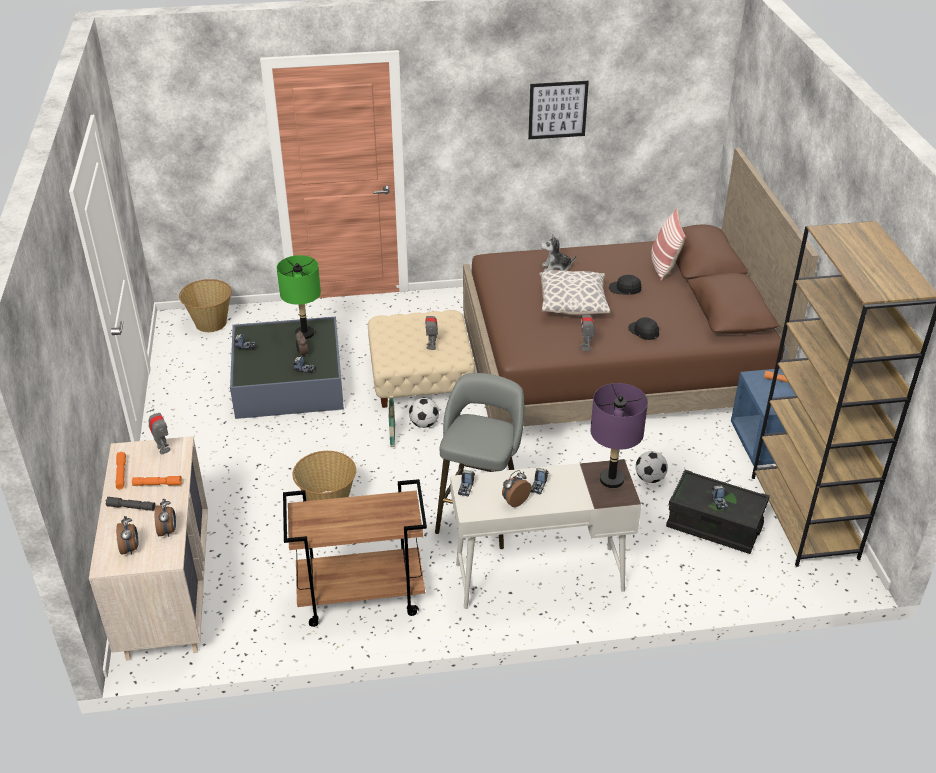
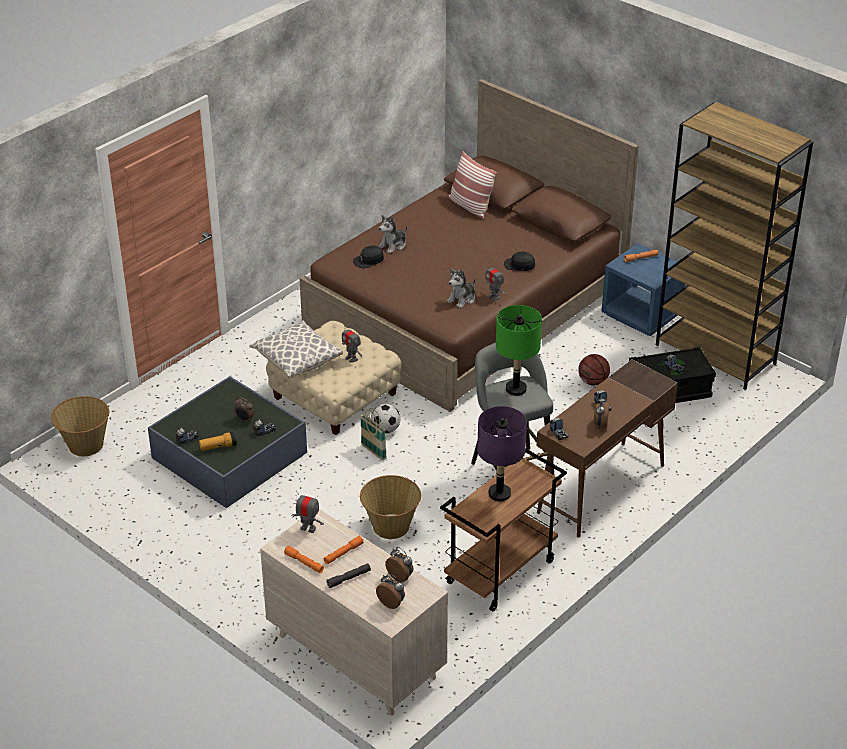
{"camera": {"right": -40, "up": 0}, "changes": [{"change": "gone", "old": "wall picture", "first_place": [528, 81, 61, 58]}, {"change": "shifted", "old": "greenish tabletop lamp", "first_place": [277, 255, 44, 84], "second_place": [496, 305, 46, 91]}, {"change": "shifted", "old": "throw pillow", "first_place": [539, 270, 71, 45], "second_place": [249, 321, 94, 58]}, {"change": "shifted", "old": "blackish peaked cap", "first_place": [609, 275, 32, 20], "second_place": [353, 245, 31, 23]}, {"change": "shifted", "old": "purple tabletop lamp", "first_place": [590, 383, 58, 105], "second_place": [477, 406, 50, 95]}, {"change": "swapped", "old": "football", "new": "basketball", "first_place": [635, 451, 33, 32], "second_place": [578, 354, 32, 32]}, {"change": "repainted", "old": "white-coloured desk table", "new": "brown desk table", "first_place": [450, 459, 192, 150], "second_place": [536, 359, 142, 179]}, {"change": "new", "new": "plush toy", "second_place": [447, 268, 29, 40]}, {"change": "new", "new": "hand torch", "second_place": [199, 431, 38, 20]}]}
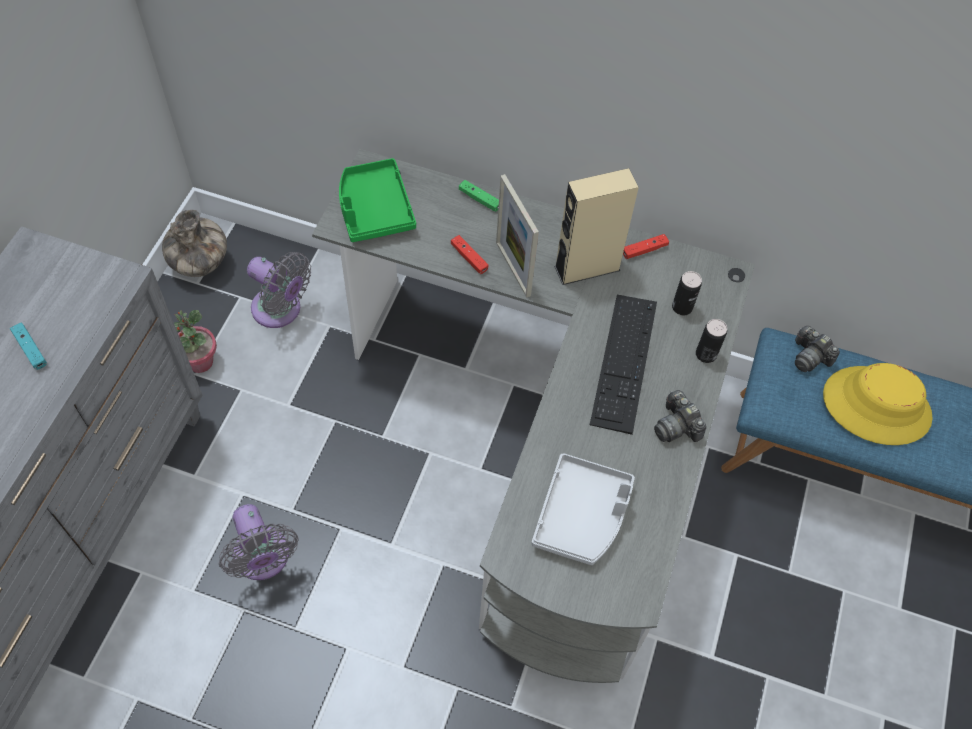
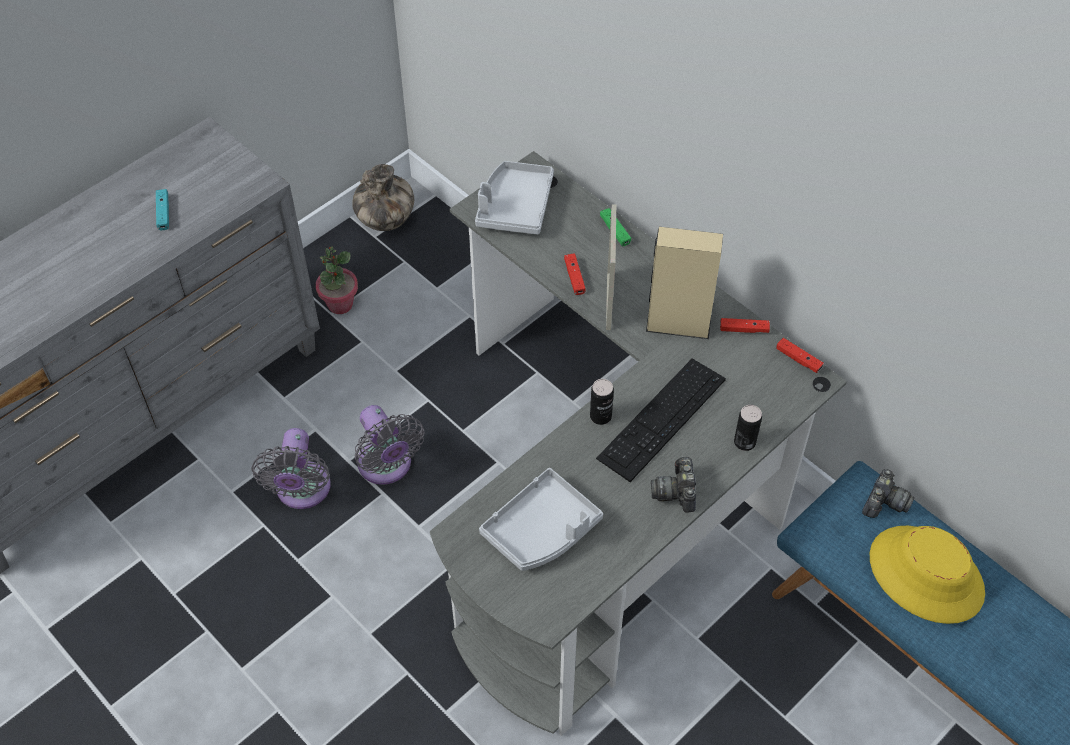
{"camera": {"right": 30, "up": -5}, "changes": [{"change": "repainted", "old": "greenish carrying tray", "new": "grey carrying tray", "first_place": [339, 158, 77, 84], "second_place": [475, 161, 79, 74]}, {"change": "shifted", "old": "grey electric fan", "first_place": [247, 252, 64, 76], "second_place": [355, 405, 70, 80]}, {"change": "shifted", "old": "sealed can", "first_place": [672, 271, 30, 44], "second_place": [590, 379, 24, 46]}, {"change": "rotated", "old": "still camera", "first_place": [795, 326, 45, 46], "second_place": [862, 469, 52, 49], "degrees": -135}, {"change": "new", "new": "red gamepad", "second_place": [776, 338, 48, 35]}]}
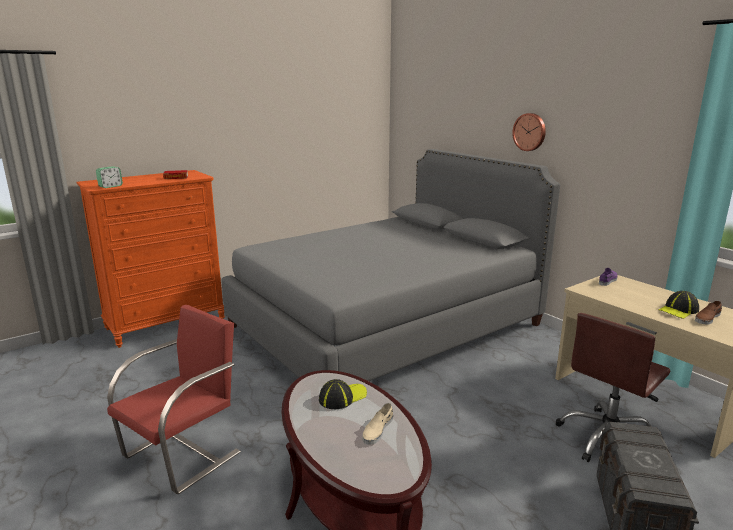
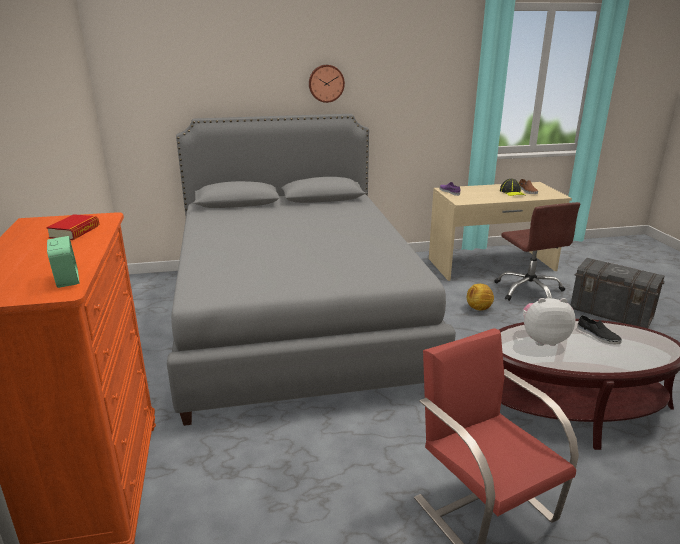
{"camera": {"right": -65, "up": 5}, "changes": [{"change": "swapped", "old": "peaked cap", "new": "plush toy", "first_place": [319, 379, 48, 30], "second_place": [523, 298, 53, 48]}, {"change": "repainted", "old": "beige item of footwear", "new": "blackish item of footwear", "first_place": [362, 403, 31, 42], "second_place": [577, 315, 45, 29]}, {"change": "new", "new": "football", "second_place": [467, 284, 27, 26]}]}
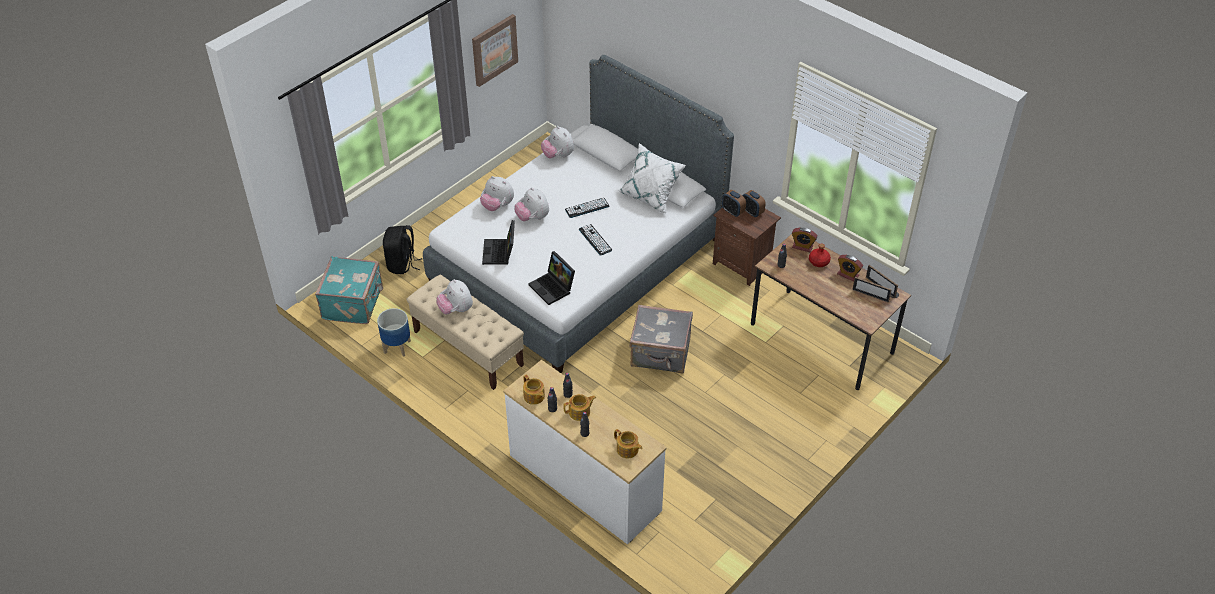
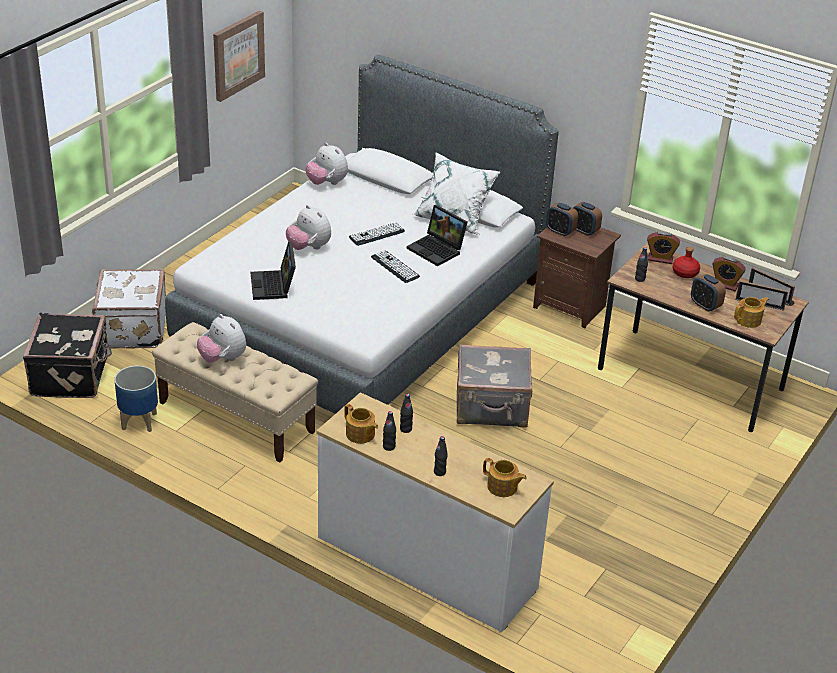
{"camera": {"right": -10, "up": -10}, "changes": [{"change": "gone", "old": "plush toy", "first_place": [480, 176, 34, 35]}, {"change": "swapped", "old": "blackish rucksack", "new": "white-coloured piece of luggage", "first_place": [383, 225, 39, 49], "second_place": [92, 269, 74, 80]}, {"change": "shifted", "old": "notebook computer", "first_place": [528, 251, 47, 54], "second_place": [407, 205, 61, 61]}, {"change": "repainted", "old": "turquoise piece of luggage", "new": "blackish piece of luggage", "first_place": [315, 256, 68, 68], "second_place": [23, 313, 89, 85]}, {"change": "shifted", "old": "teapot", "first_place": [563, 394, 33, 27], "second_place": [734, 297, 35, 31]}, {"change": "new", "new": "table clock", "second_place": [691, 274, 35, 38]}]}
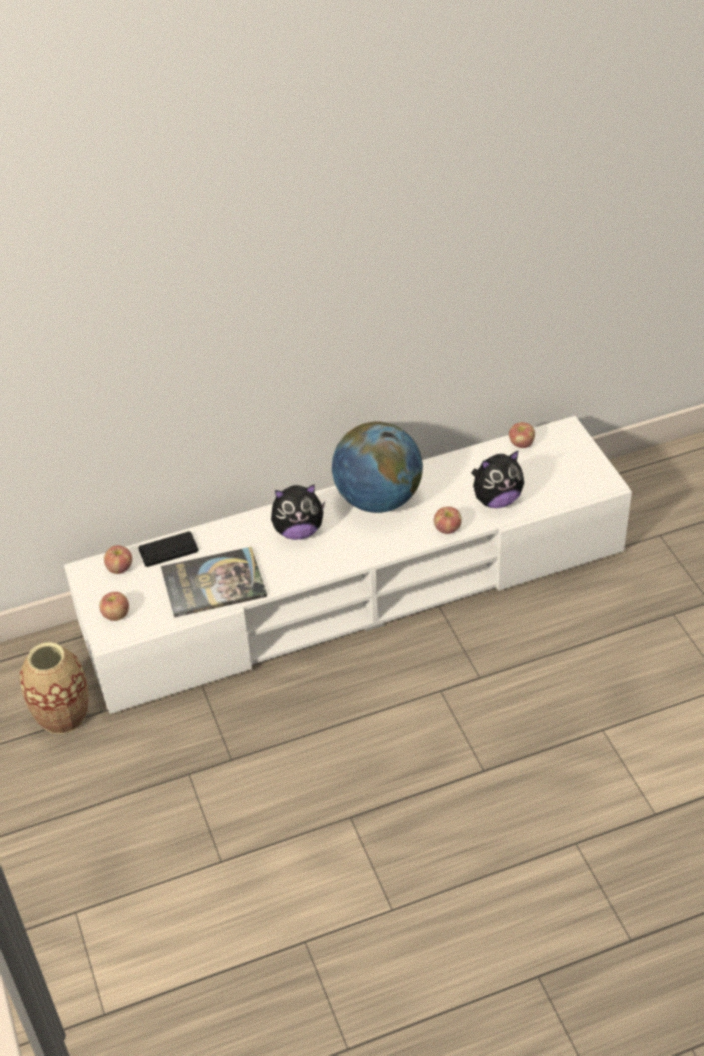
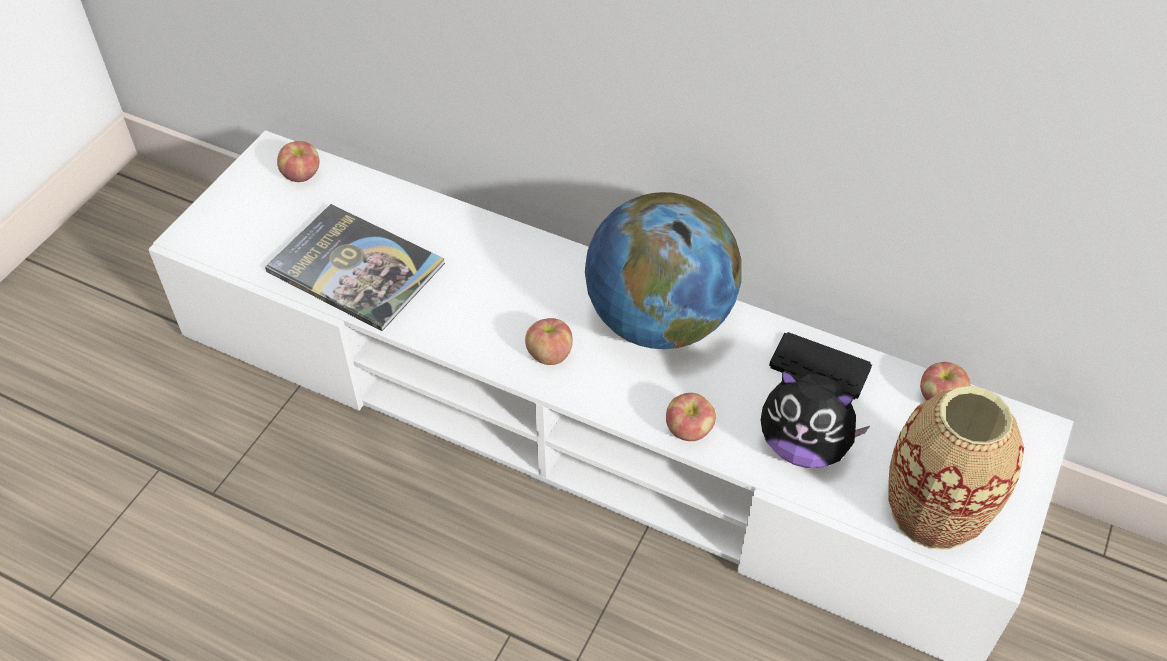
{"camera": {"right": 45, "up": 5}, "changes": [{"change": "gone", "old": "plush toy", "first_place": [271, 484, 54, 56]}, {"change": "shifted", "old": "blackish gamepad", "first_place": [138, 531, 60, 36], "second_place": [769, 332, 103, 68]}, {"change": "shifted", "old": "whole apple", "first_place": [99, 592, 30, 29], "second_place": [525, 318, 48, 47]}, {"change": "shifted", "old": "vase", "first_place": [20, 642, 69, 92], "second_place": [888, 386, 136, 164]}]}
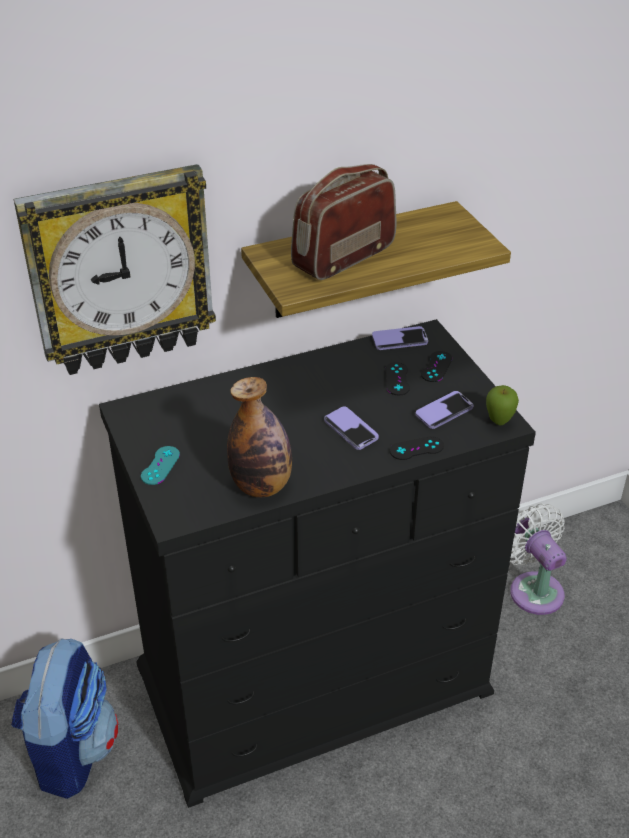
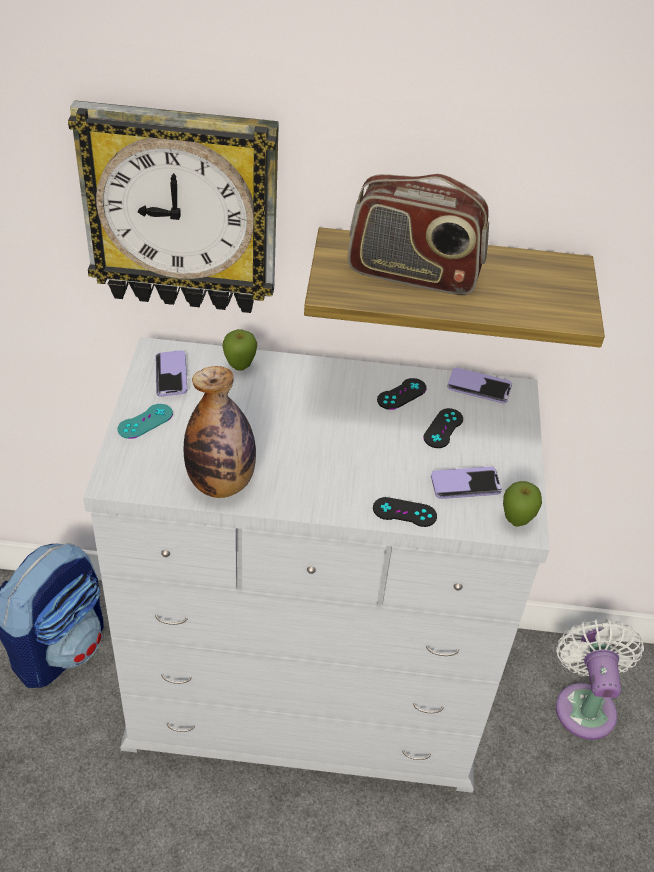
{"camera": {"right": 25, "up": 5}, "changes": [{"change": "rotated", "old": "radio", "first_place": [291, 164, 106, 116], "second_place": [348, 174, 141, 121], "degrees": -150}, {"change": "repainted", "old": "blackish drawer chest", "new": "white-coloured drawer chest", "first_place": [99, 319, 437, 489], "second_place": [83, 337, 466, 456]}, {"change": "shifted", "old": "blackish gamepad", "first_place": [421, 351, 31, 31], "second_place": [377, 378, 50, 32]}, {"change": "shifted", "old": "phone", "first_place": [324, 406, 55, 44], "second_place": [156, 350, 31, 47]}, {"change": "new", "new": "whole apple", "second_place": [223, 329, 34, 42]}]}
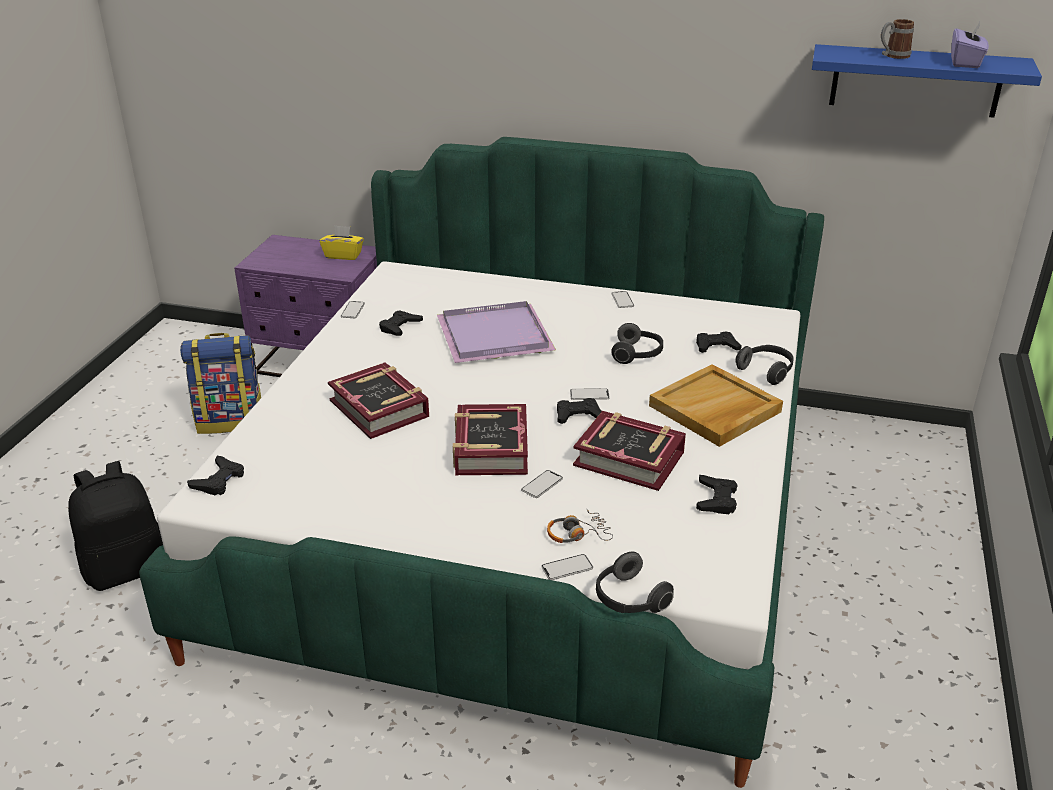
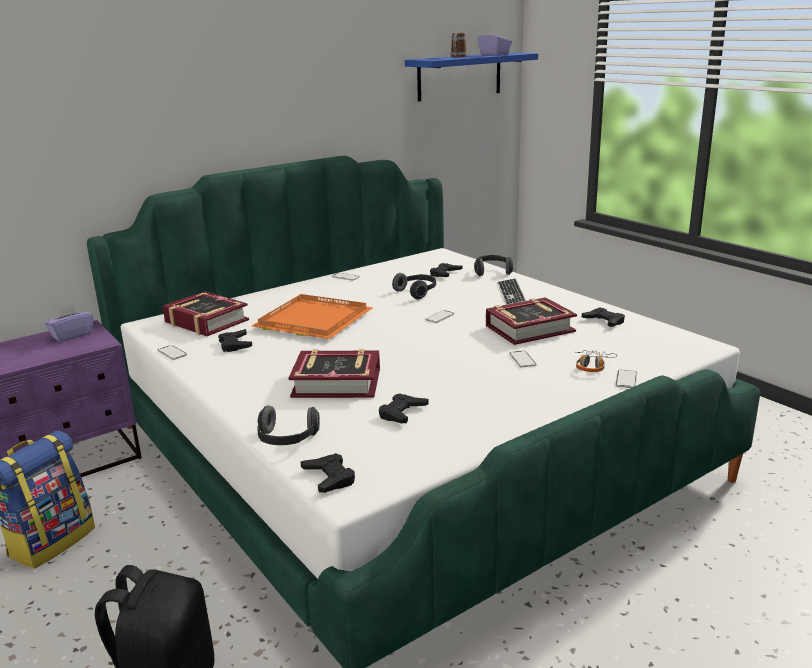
{"camera": {"right": -50, "up": -10}, "changes": [{"change": "repainted", "old": "yellow tissue holder", "new": "purple tissue holder", "first_place": [320, 225, 44, 35], "second_place": [45, 303, 48, 39]}, {"change": "repainted", "old": "purple carrying tray", "new": "orange carrying tray", "first_place": [437, 301, 119, 62], "second_place": [252, 294, 121, 45]}, {"change": "swapped", "old": "beige carrying tray", "new": "computer keyboard", "first_place": [649, 364, 134, 83], "second_place": [497, 278, 30, 27]}, {"change": "shifted", "old": "blackish gamepad", "first_place": [557, 398, 45, 26], "second_place": [379, 393, 50, 30]}, {"change": "shifted", "old": "volume", "first_place": [453, 404, 75, 71], "second_place": [163, 291, 86, 45]}, {"change": "shifted", "old": "headset", "first_place": [596, 552, 78, 61], "second_place": [257, 405, 63, 40]}]}
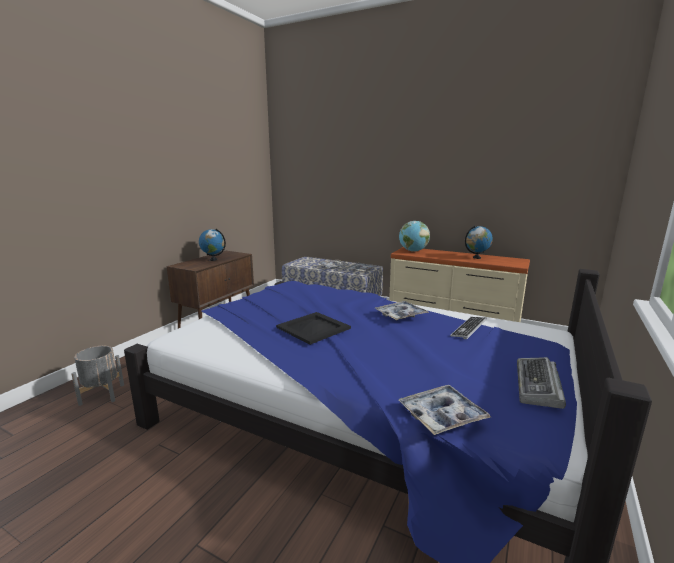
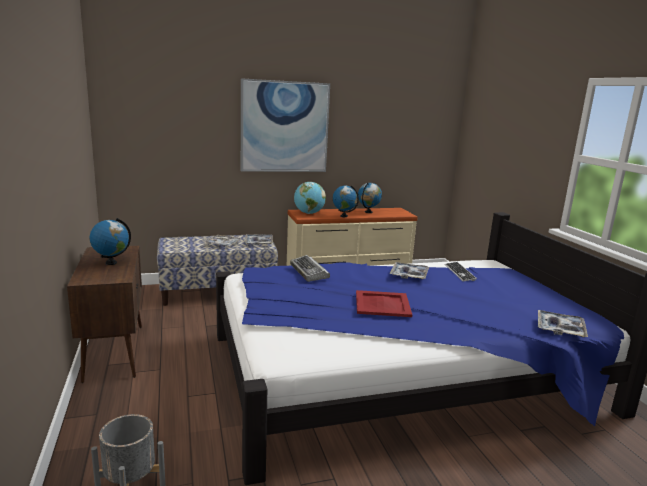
{"camera": {"right": -45, "up": 0}, "changes": [{"change": "repainted", "old": "blackish carrying tray", "new": "red carrying tray", "first_place": [276, 312, 75, 33], "second_place": [356, 290, 56, 27]}, {"change": "shifted", "old": "computer keyboard", "first_place": [517, 357, 49, 52], "second_place": [290, 255, 40, 27]}, {"change": "new", "new": "wall picture", "second_place": [241, 78, 89, 94]}, {"change": "new", "new": "desk globe", "second_place": [333, 185, 26, 32]}]}
